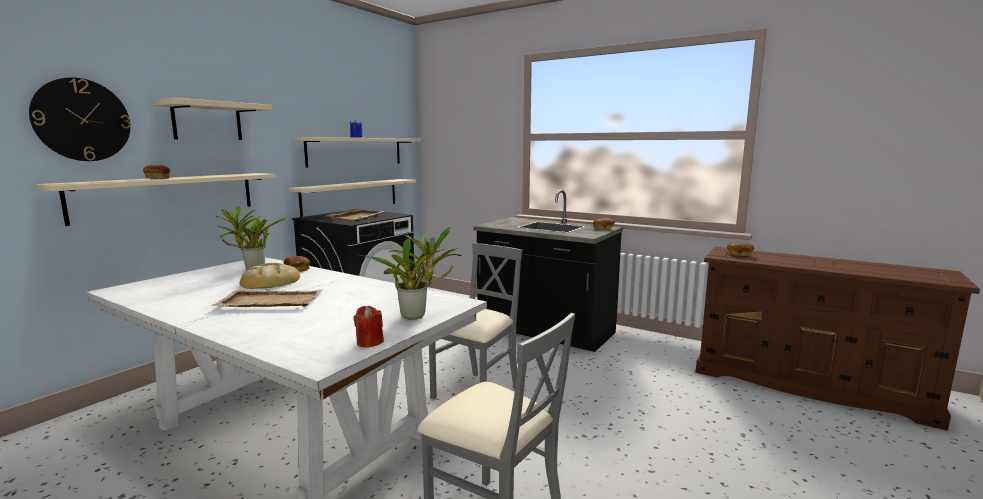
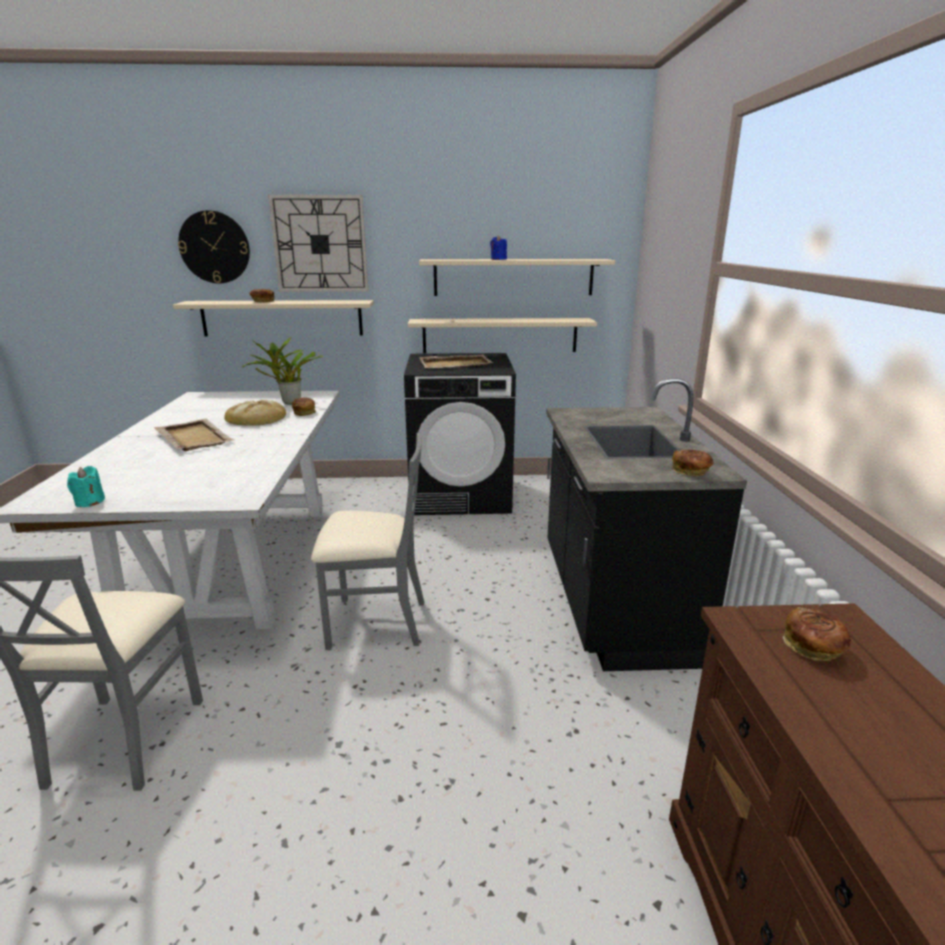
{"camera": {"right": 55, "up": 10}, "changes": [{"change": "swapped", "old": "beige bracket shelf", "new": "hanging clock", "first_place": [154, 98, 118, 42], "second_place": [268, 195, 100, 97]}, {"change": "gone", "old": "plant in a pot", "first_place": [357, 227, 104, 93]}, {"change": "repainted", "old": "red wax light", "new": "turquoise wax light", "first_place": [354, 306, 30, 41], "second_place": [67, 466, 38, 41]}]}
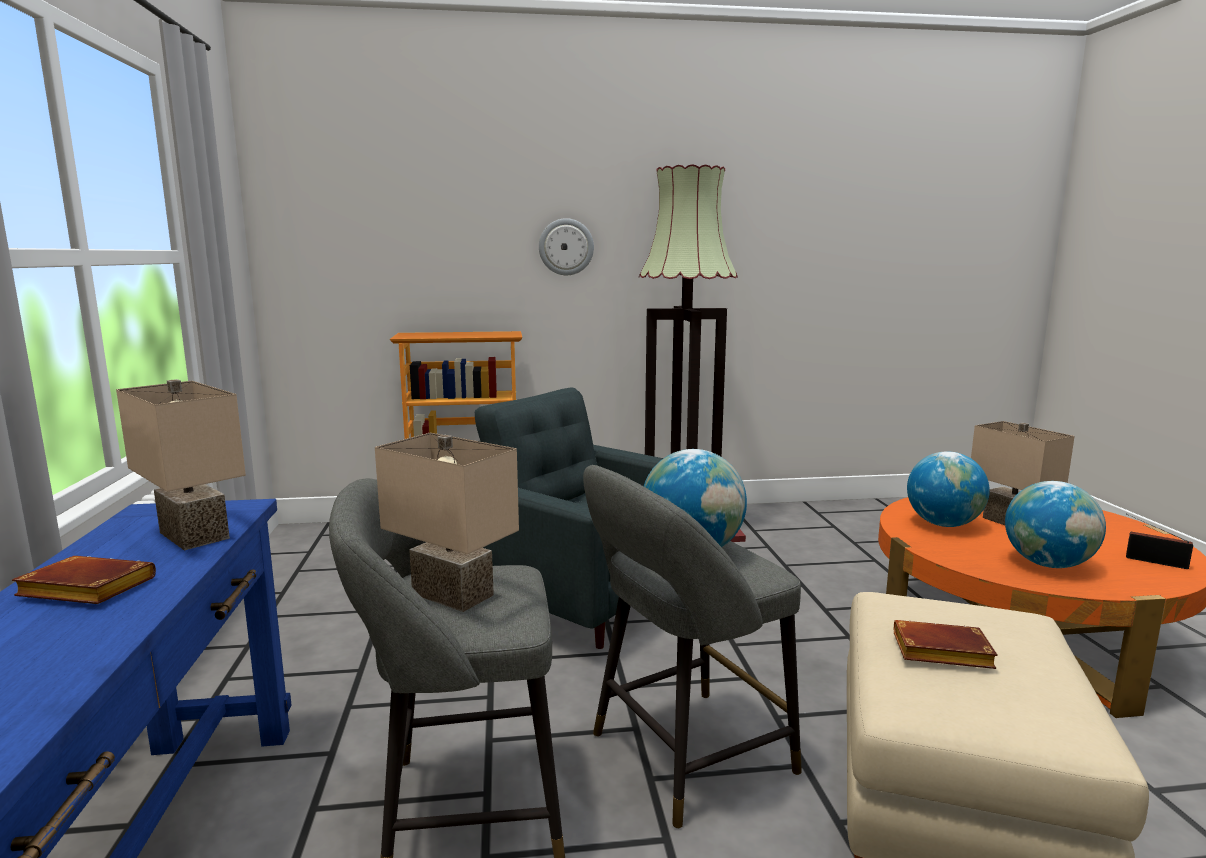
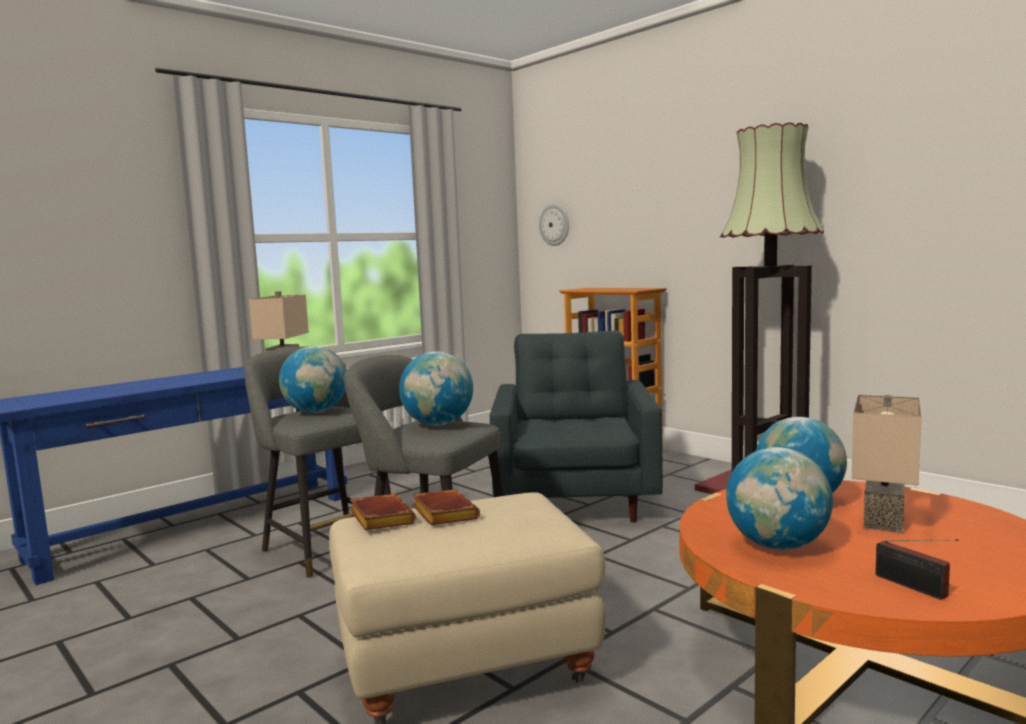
{"camera": {"right": 55, "up": -5}, "changes": [{"change": "shifted", "old": "hanging clock", "first_place": [539, 218, 55, 57], "second_place": [539, 204, 30, 42]}, {"change": "swapped", "old": "beige tabletop lamp", "new": "desk globe", "first_place": [375, 433, 144, 179], "second_place": [279, 346, 67, 67]}, {"change": "rotated", "old": "radio", "first_place": [1126, 514, 67, 55], "second_place": [875, 539, 83, 61], "degrees": 150}, {"change": "shifted", "old": "brown volume", "first_place": [12, 556, 144, 48], "second_place": [350, 494, 66, 36]}]}
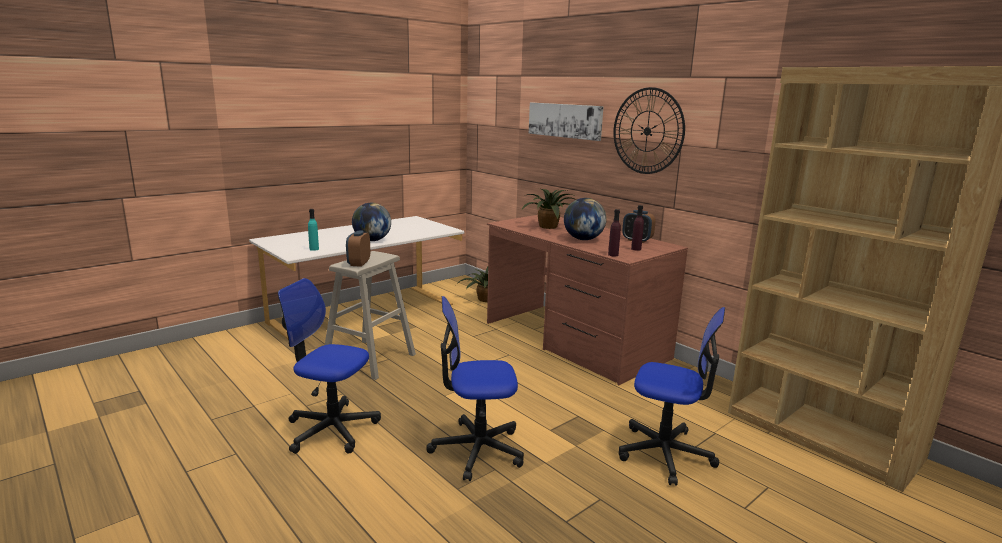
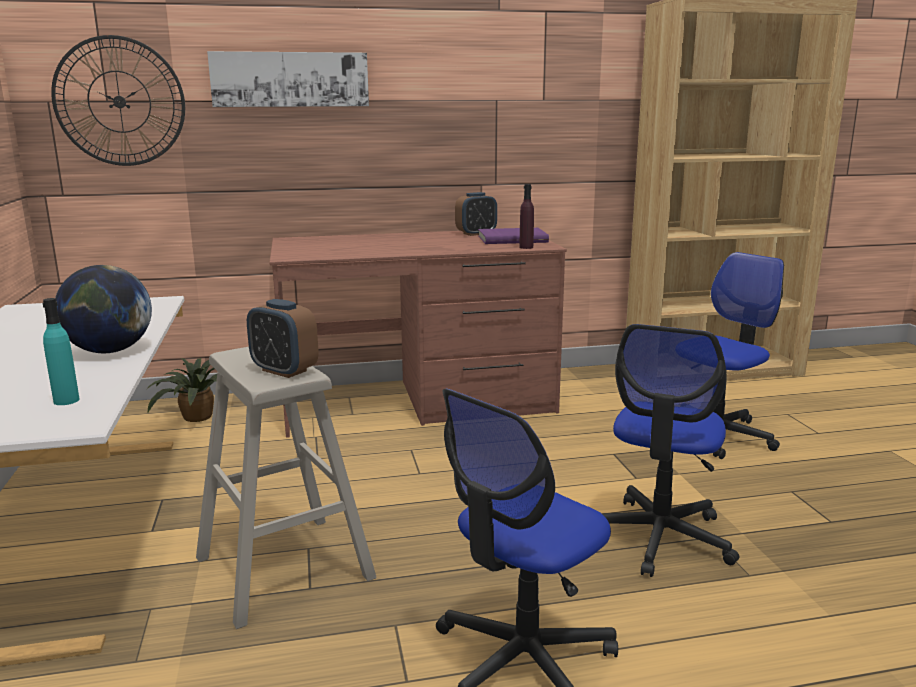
{"camera": {"right": -60, "up": 0}, "changes": [{"change": "shifted", "old": "hanging clock", "first_place": [613, 87, 72, 87], "second_place": [51, 35, 134, 131]}, {"change": "gone", "old": "plant in a pot", "first_place": [521, 188, 55, 41]}, {"change": "gone", "old": "desk globe", "first_place": [564, 198, 43, 42]}, {"change": "swapped", "old": "purple beverage bottle", "new": "purple volume", "first_place": [631, 205, 13, 46], "second_place": [478, 228, 71, 16]}]}
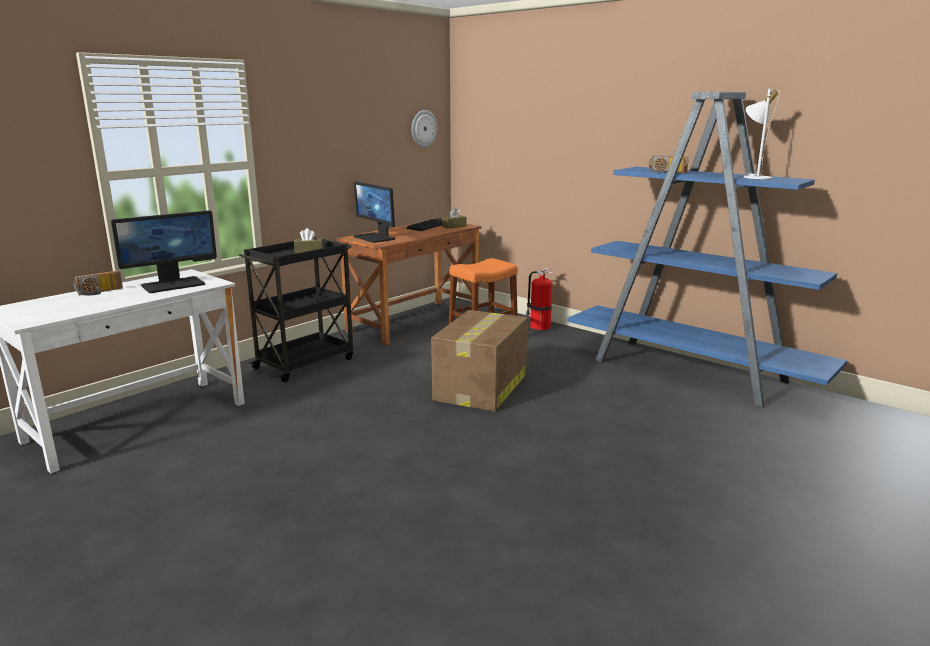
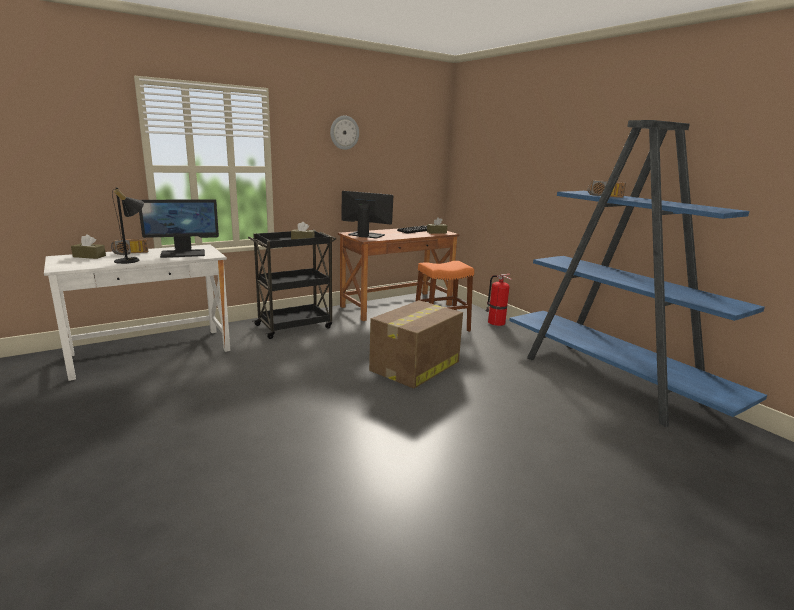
{"camera": {"right": 15, "up": 0}, "changes": [{"change": "gone", "old": "white-coloured tabletop lamp", "first_place": [744, 89, 36, 90]}, {"change": "shifted", "old": "hanging clock", "first_place": [412, 110, 25, 37], "second_place": [330, 116, 29, 34]}, {"change": "rotated", "old": "monitor", "first_place": [353, 182, 42, 61], "second_place": [341, 191, 52, 48], "degrees": 135}, {"change": "new", "new": "blackish tabletop lamp", "second_place": [112, 187, 32, 77]}, {"change": "new", "new": "brown tissue holder", "second_place": [71, 234, 35, 25]}]}
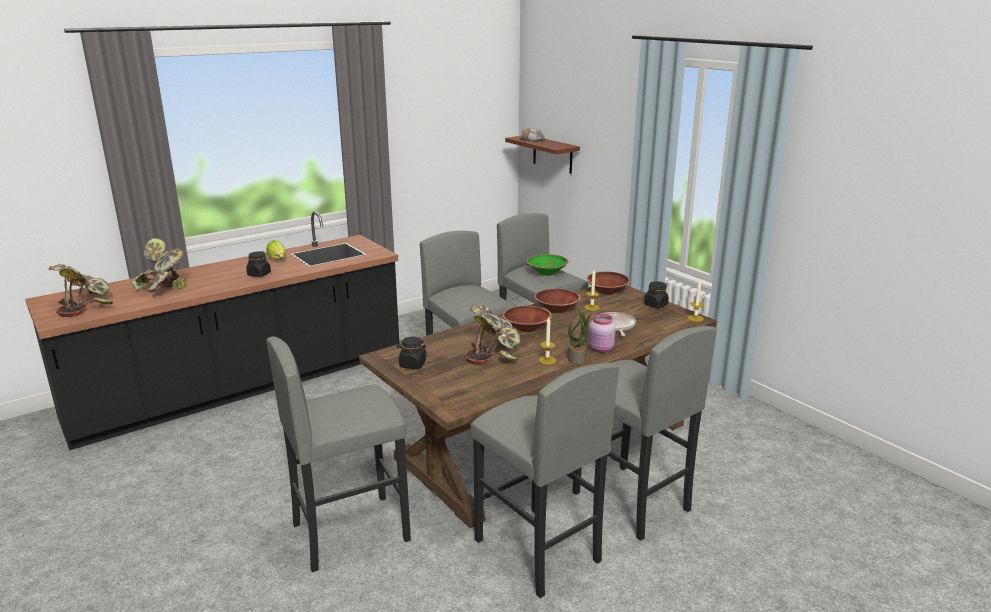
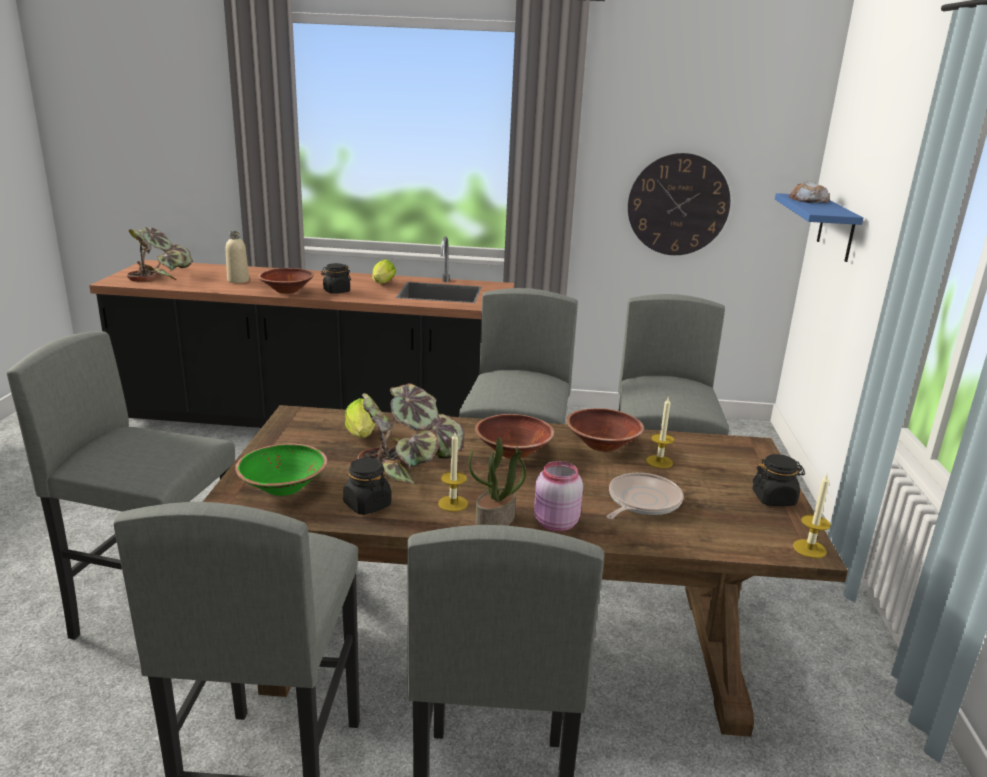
{"camera": {"right": 40, "up": 0}, "changes": [{"change": "repainted", "old": "brown bracket shelf", "new": "bluish bracket shelf", "first_place": [505, 136, 75, 38], "second_place": [775, 193, 88, 69]}, {"change": "swapped", "old": "plant in a pot", "new": "beige beverage bottle", "first_place": [131, 238, 55, 54], "second_place": [225, 231, 24, 52]}, {"change": "shifted", "old": "greenish serving bowl", "first_place": [526, 254, 42, 22], "second_place": [235, 444, 92, 52]}, {"change": "shifted", "old": "brown serving bowl", "first_place": [586, 272, 44, 23], "second_place": [258, 268, 56, 26]}, {"change": "shifted", "old": "blackish preserve jar", "first_place": [397, 337, 30, 32], "second_place": [343, 458, 48, 57]}, {"change": "new", "new": "hanging clock", "second_place": [628, 153, 102, 102]}, {"change": "new", "new": "head of lettuce", "second_place": [345, 398, 30, 40]}]}
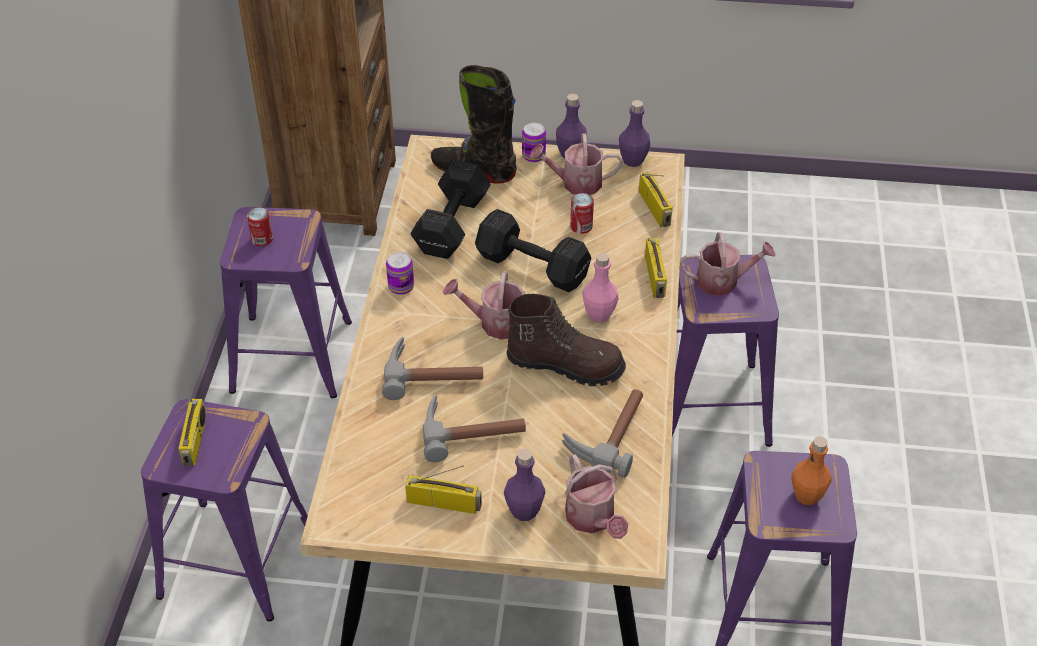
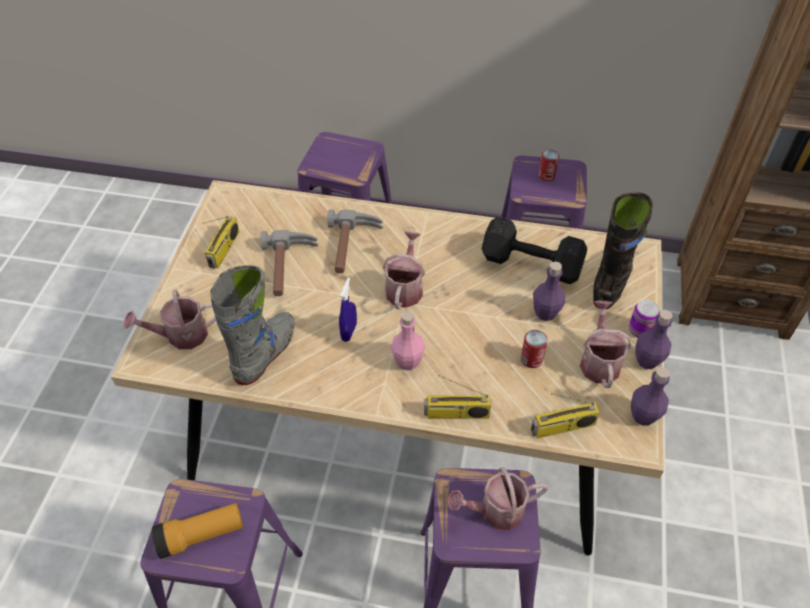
{"camera": {"right": 95, "up": 5}, "changes": [{"change": "gone", "old": "blackish dumbbell", "first_place": [475, 209, 116, 83]}, {"change": "rotated", "old": "sprinkling can", "first_place": [680, 232, 95, 64], "second_place": [447, 467, 101, 63], "degrees": 75}, {"change": "gone", "old": "sealed can", "first_place": [386, 252, 28, 43]}, {"change": "swapped", "old": "brown boot", "new": "bluish hand sprayer", "first_place": [507, 294, 119, 92], "second_place": [339, 278, 18, 64]}, {"change": "swapped", "old": "hand hammer", "new": "grey boot", "first_place": [562, 389, 81, 89], "second_place": [210, 265, 84, 120]}, {"change": "gone", "old": "radio", "first_place": [174, 399, 32, 67]}, {"change": "swapped", "old": "orange beverage bottle", "new": "hand torch", "first_place": [792, 436, 40, 69], "second_place": [152, 503, 91, 56]}, {"change": "shifted", "old": "purple beverage bottle", "first_place": [504, 449, 41, 72], "second_place": [533, 261, 32, 60]}]}
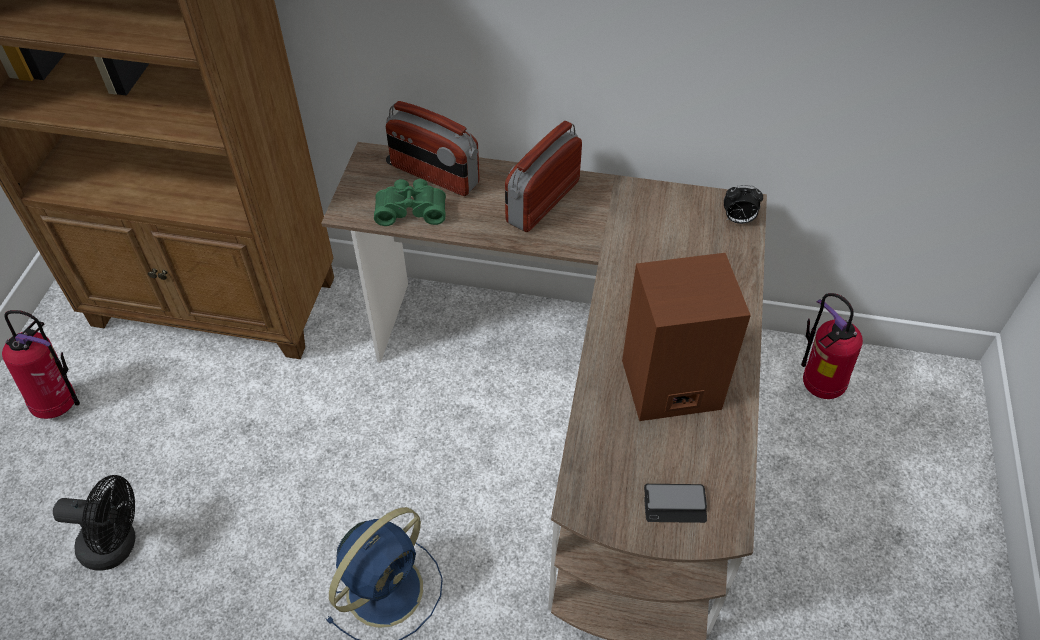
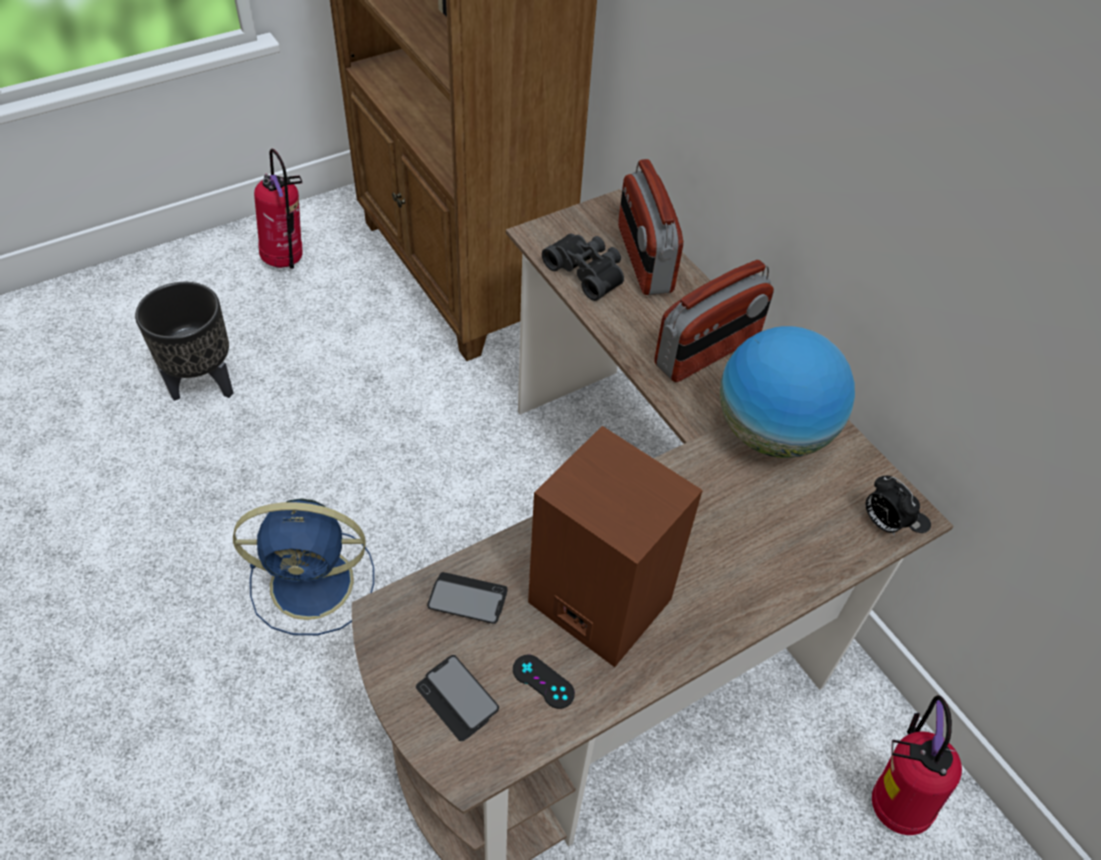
{"camera": {"right": 45, "up": 0}, "changes": [{"change": "rotated", "old": "radio", "first_place": [505, 121, 77, 111], "second_place": [654, 260, 120, 122], "degrees": 150}, {"change": "repainted", "old": "greenish pair of binoculars", "new": "blackish pair of binoculars", "first_place": [374, 179, 72, 47], "second_place": [542, 233, 82, 68]}, {"change": "swapped", "old": "blackish electric fan", "new": "blackish planter", "first_place": [53, 475, 83, 96], "second_place": [135, 282, 98, 119]}, {"change": "new", "new": "desk globe", "second_place": [720, 326, 135, 132]}, {"change": "new", "new": "phone", "second_place": [427, 572, 80, 52]}, {"change": "new", "new": "blackish gamepad", "second_place": [513, 655, 62, 54]}]}
